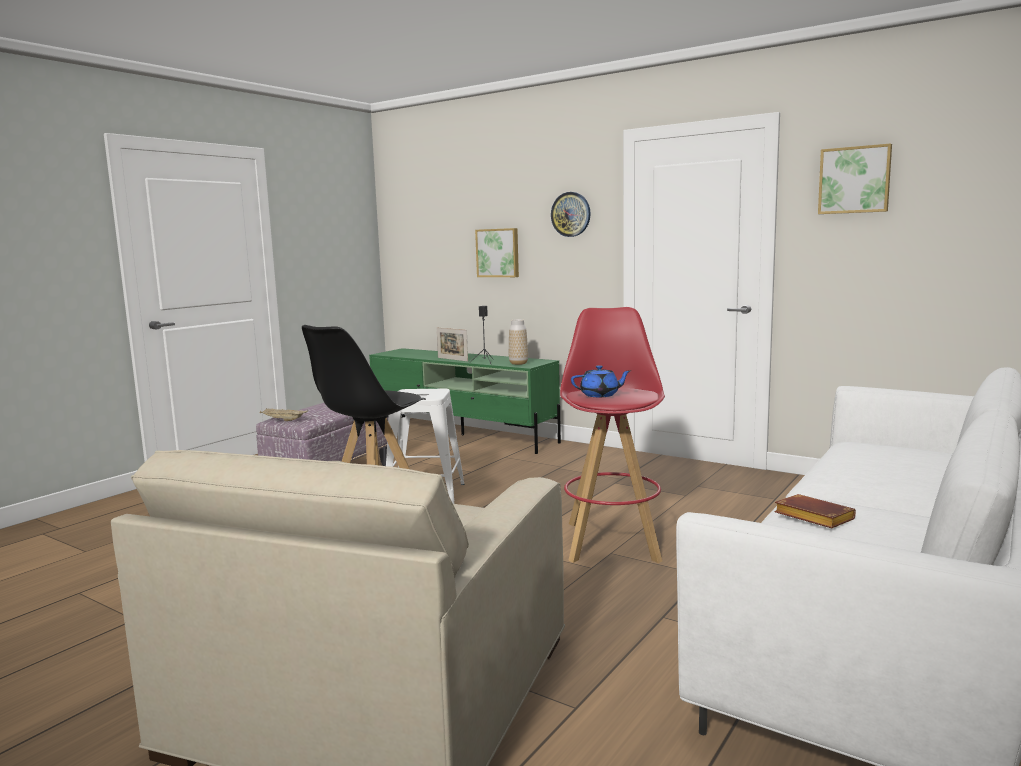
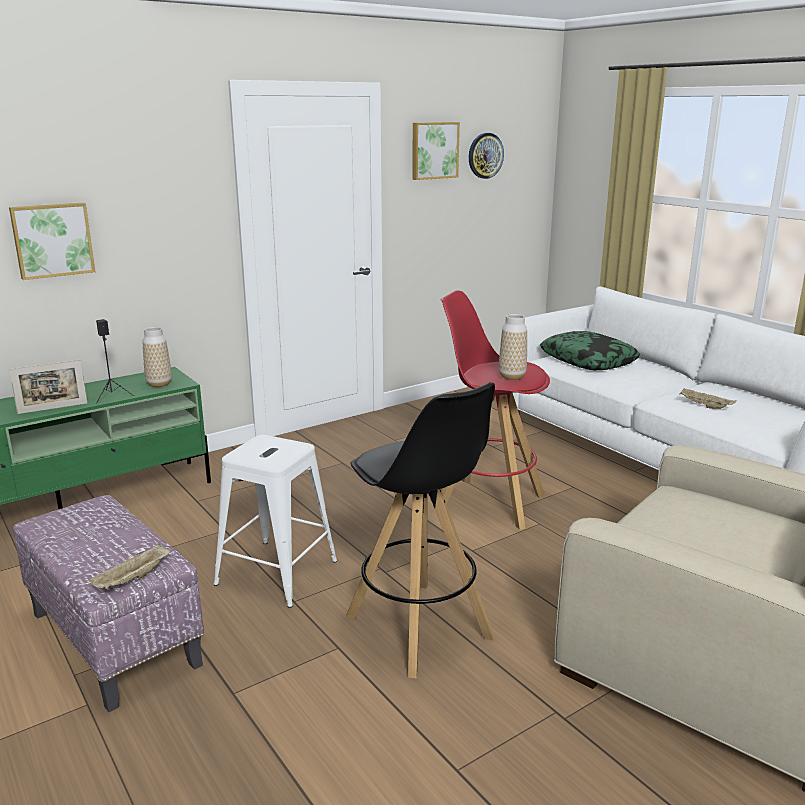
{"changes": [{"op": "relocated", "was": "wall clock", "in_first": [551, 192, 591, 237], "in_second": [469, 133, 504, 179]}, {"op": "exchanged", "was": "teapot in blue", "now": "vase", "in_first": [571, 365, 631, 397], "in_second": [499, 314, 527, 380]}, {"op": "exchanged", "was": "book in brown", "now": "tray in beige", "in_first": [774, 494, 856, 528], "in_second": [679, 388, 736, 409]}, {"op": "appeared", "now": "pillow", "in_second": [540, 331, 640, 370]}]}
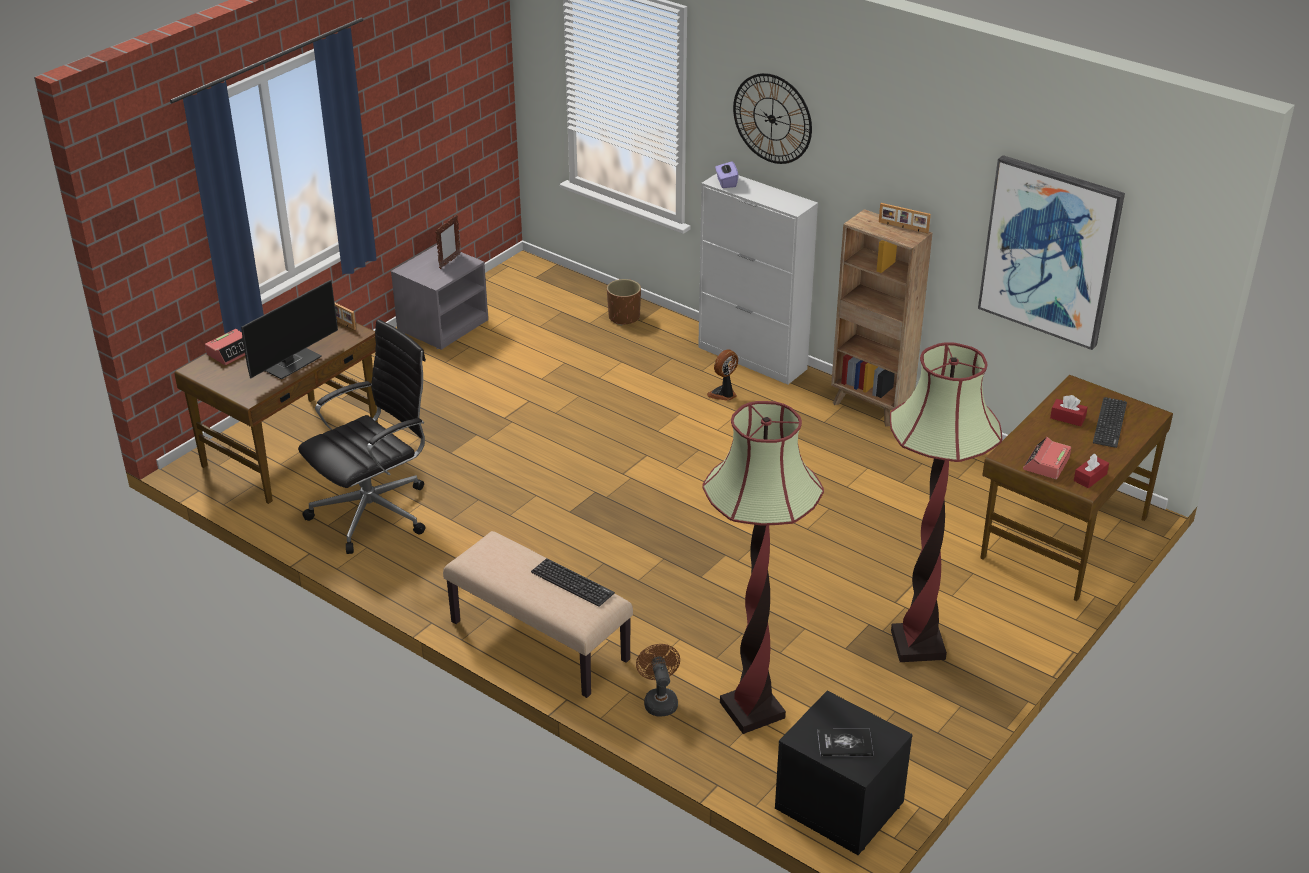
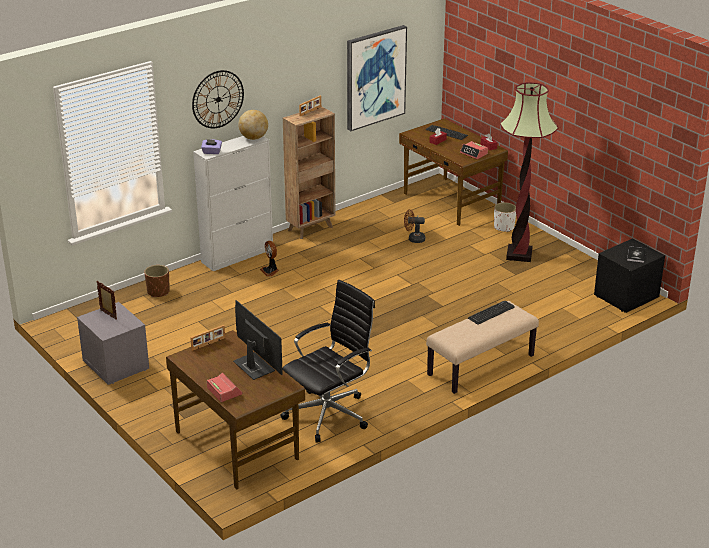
{"changes": [{"op": "spun", "was": "office chair in black", "in_first": [298, 319, 426, 554], "in_second": [280, 280, 375, 443], "clockwise": 75}, {"op": "missing", "was": "floor lamp", "in_first": [702, 401, 824, 734]}, {"op": "relocated", "was": "fan in brown", "in_first": [636, 644, 680, 717], "in_second": [404, 209, 425, 243]}, {"op": "appeared", "now": "globe", "in_second": [238, 110, 268, 140]}, {"op": "appeared", "now": "planter in white", "in_second": [494, 202, 516, 232]}]}
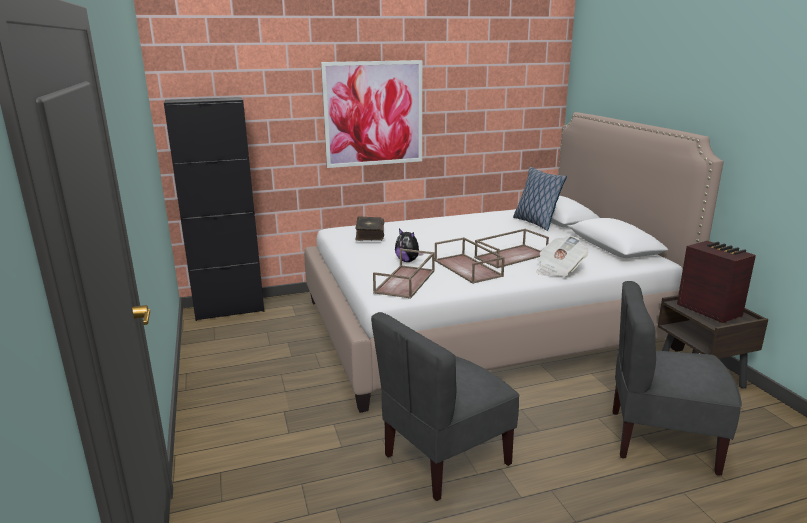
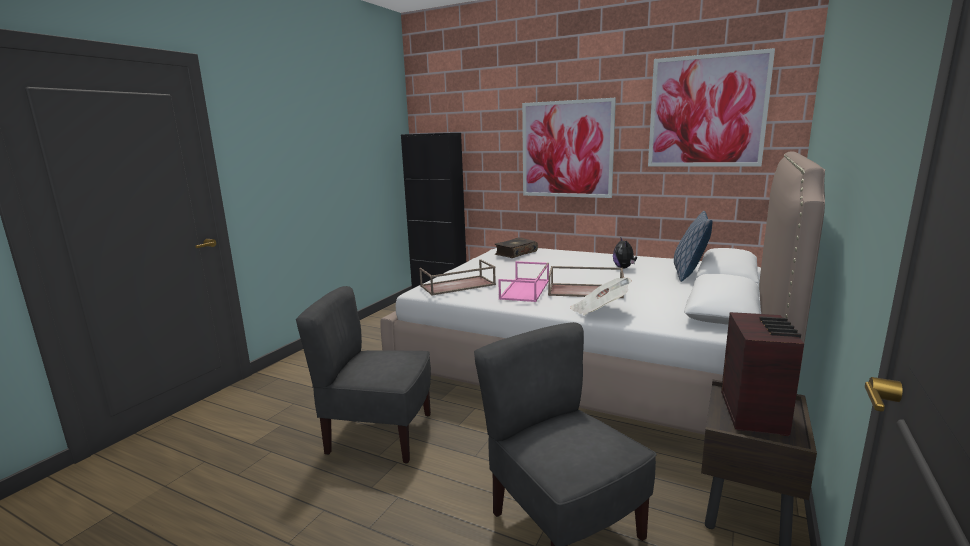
{"changes": [{"op": "relocated", "was": "plush toy", "in_first": [395, 229, 423, 262], "in_second": [613, 237, 637, 268]}, {"op": "colour", "was": "tray in brown", "now": "tray in pink", "in_first": [434, 237, 505, 284], "in_second": [498, 261, 549, 302]}, {"op": "appeared", "now": "picture", "in_second": [648, 48, 775, 167]}]}
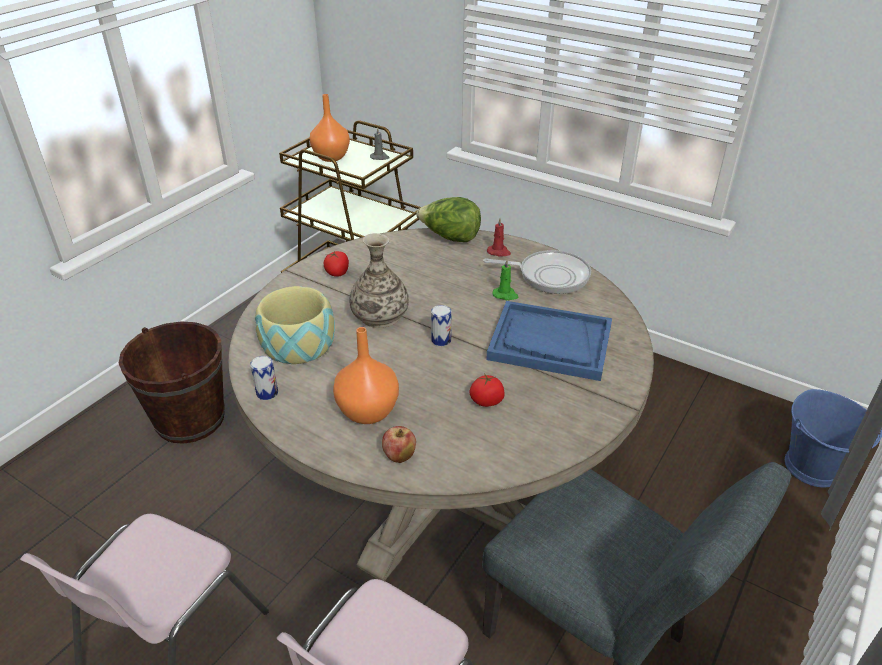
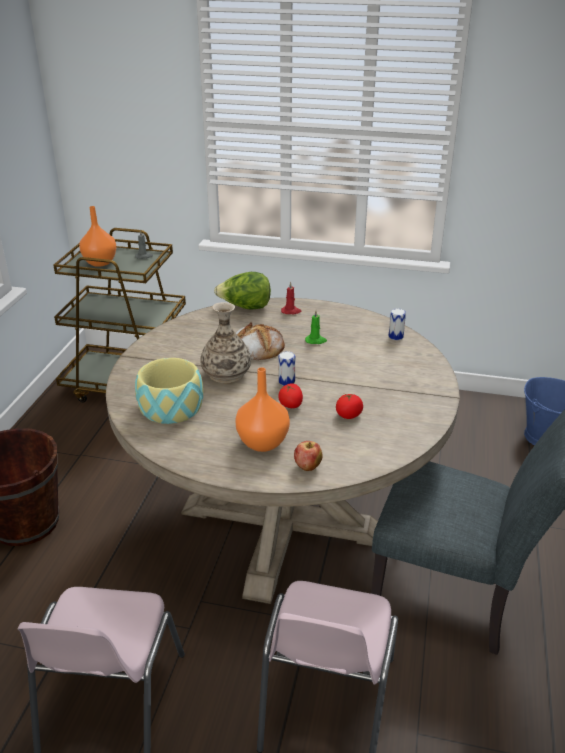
{"changes": [{"op": "missing", "was": "frying pan", "in_first": [483, 250, 591, 294]}, {"op": "relocated", "was": "tomato", "in_first": [324, 251, 349, 277], "in_second": [278, 384, 303, 408]}, {"op": "missing", "was": "tray in blue", "in_first": [486, 301, 612, 381]}, {"op": "relocated", "was": "can", "in_first": [250, 356, 278, 400], "in_second": [389, 309, 406, 340]}, {"op": "appeared", "now": "bread", "in_second": [236, 322, 285, 360]}]}
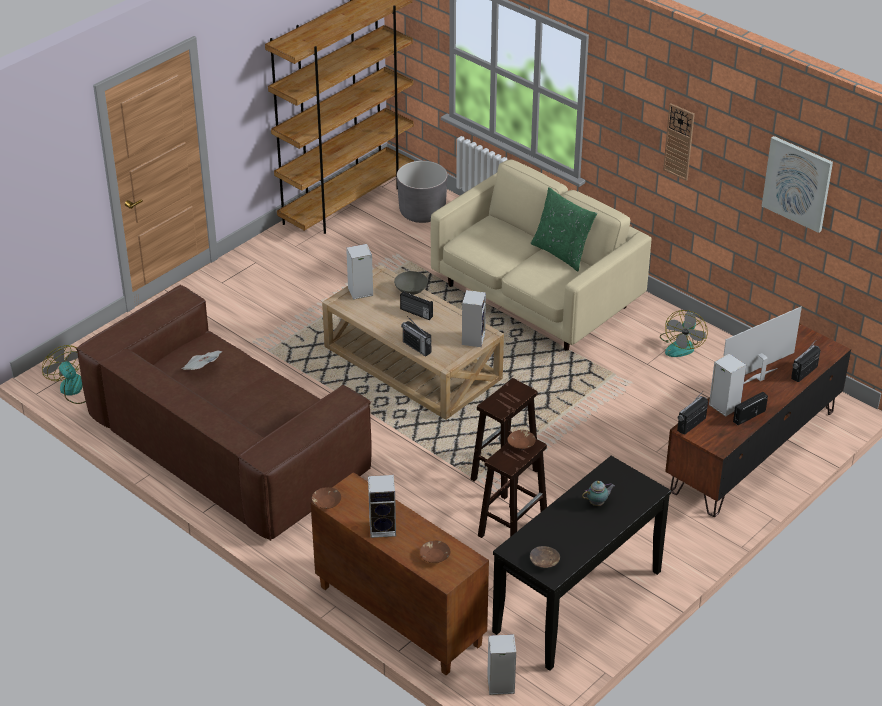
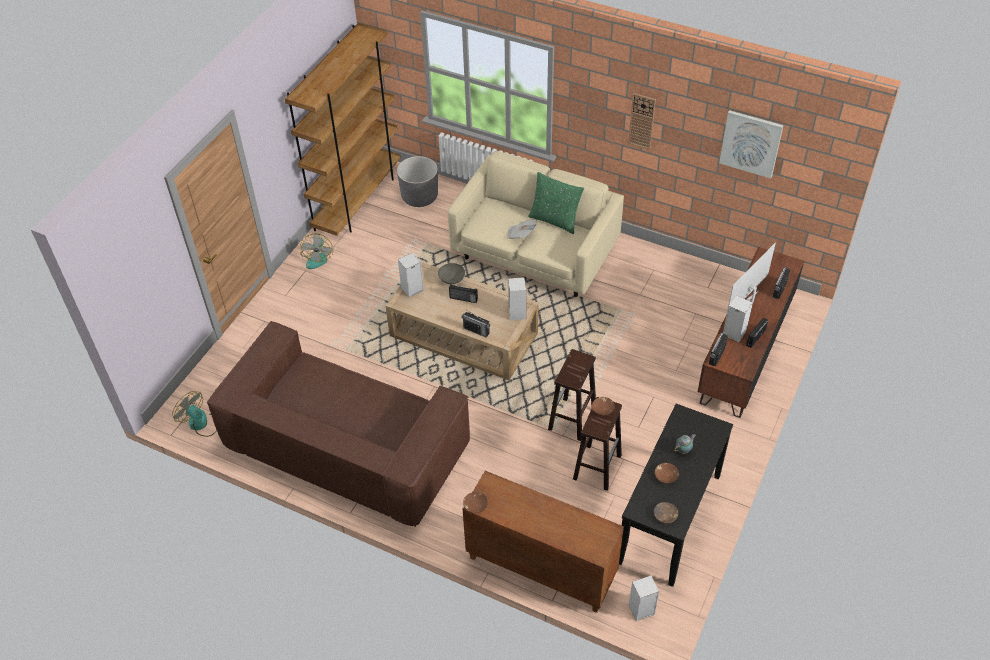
{"changes": [{"op": "relocated", "was": "fan", "in_first": [660, 310, 708, 357], "in_second": [300, 234, 333, 269]}, {"op": "relocated", "was": "newspaper", "in_first": [181, 350, 222, 370], "in_second": [507, 219, 537, 239]}, {"op": "missing", "was": "speaker", "in_first": [368, 475, 396, 538]}, {"op": "relocated", "was": "bowl in brown", "in_first": [420, 541, 450, 563], "in_second": [655, 463, 679, 483]}]}
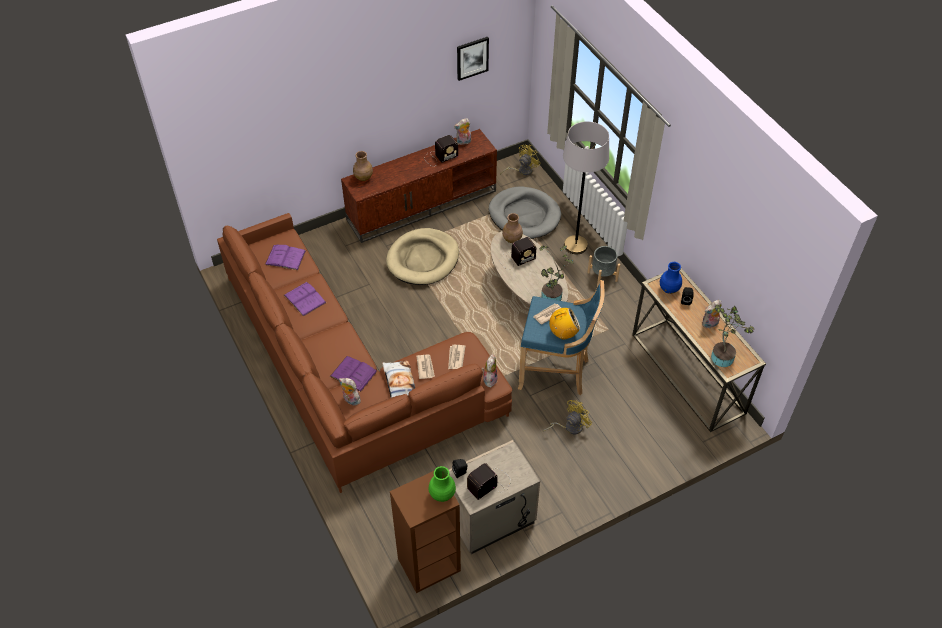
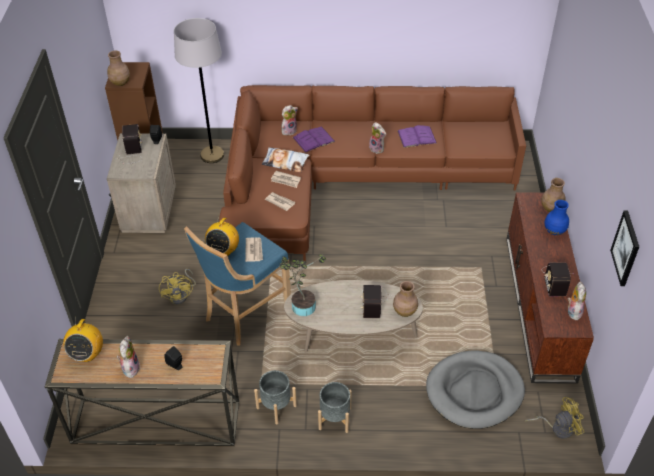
{"changes": [{"op": "relocated", "was": "floor lamp in grey", "in_first": [563, 121, 609, 254], "in_second": [174, 18, 224, 163]}, {"op": "spun", "was": "fan in yellow", "in_first": [500, 144, 540, 175], "in_second": [525, 397, 584, 439], "clockwise": -90}, {"op": "missing", "was": "dog bed in beige", "in_first": [386, 228, 459, 285]}, {"op": "missing", "was": "book in purple", "in_first": [265, 244, 306, 270]}, {"op": "relocated", "was": "vase in blue", "in_first": [660, 262, 682, 294], "in_second": [544, 200, 569, 235]}, {"op": "exchanged", "was": "potted plant", "now": "radio", "in_first": [711, 305, 754, 367], "in_second": [63, 316, 103, 362]}, {"op": "relocated", "was": "plush toy", "in_first": [482, 354, 498, 387], "in_second": [369, 122, 386, 154]}, {"op": "colour", "was": "vase in green", "now": "vase in brown", "in_first": [429, 466, 456, 502], "in_second": [107, 51, 130, 86]}, {"op": "appeared", "now": "planter in grey", "in_second": [254, 370, 297, 424]}]}
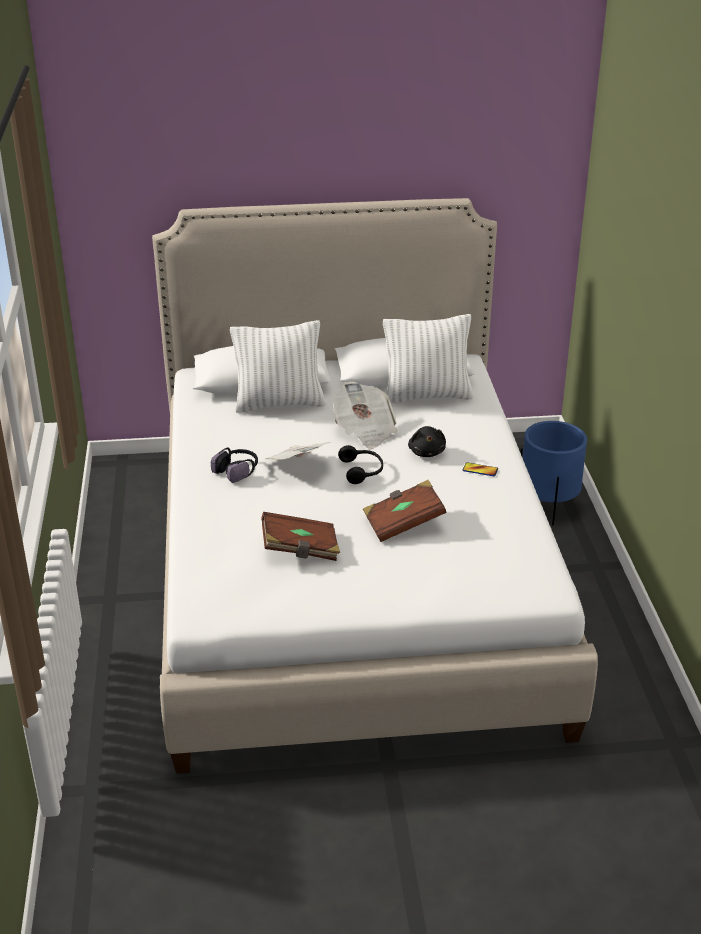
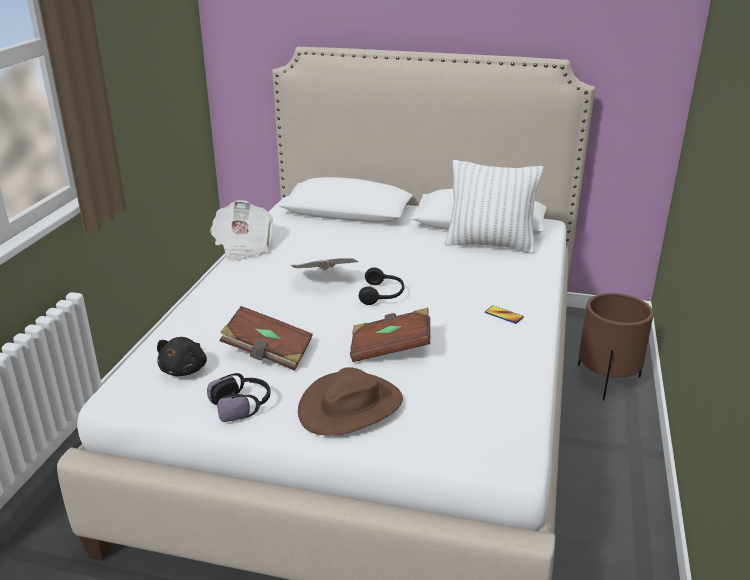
{"changes": [{"op": "missing", "was": "pillow in white", "in_first": [230, 320, 326, 413]}, {"op": "relocated", "was": "newspaper", "in_first": [332, 381, 398, 449], "in_second": [210, 200, 273, 262]}, {"op": "colour", "was": "planter in blue", "now": "planter in brown", "in_first": [521, 421, 587, 526], "in_second": [578, 293, 654, 400]}, {"op": "relocated", "was": "plush toy in black", "in_first": [408, 426, 446, 457], "in_second": [157, 337, 207, 376]}, {"op": "relocated", "was": "headphones", "in_first": [211, 448, 258, 483], "in_second": [207, 373, 271, 422]}, {"op": "appeared", "now": "hat in brown", "in_second": [298, 367, 403, 436]}]}
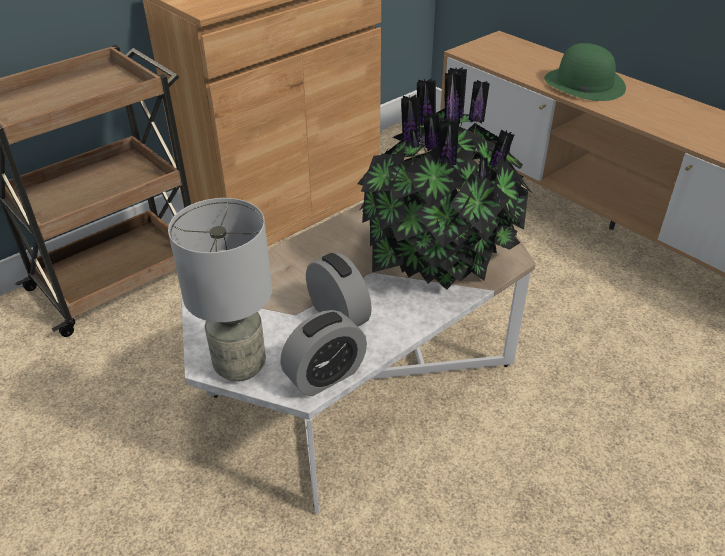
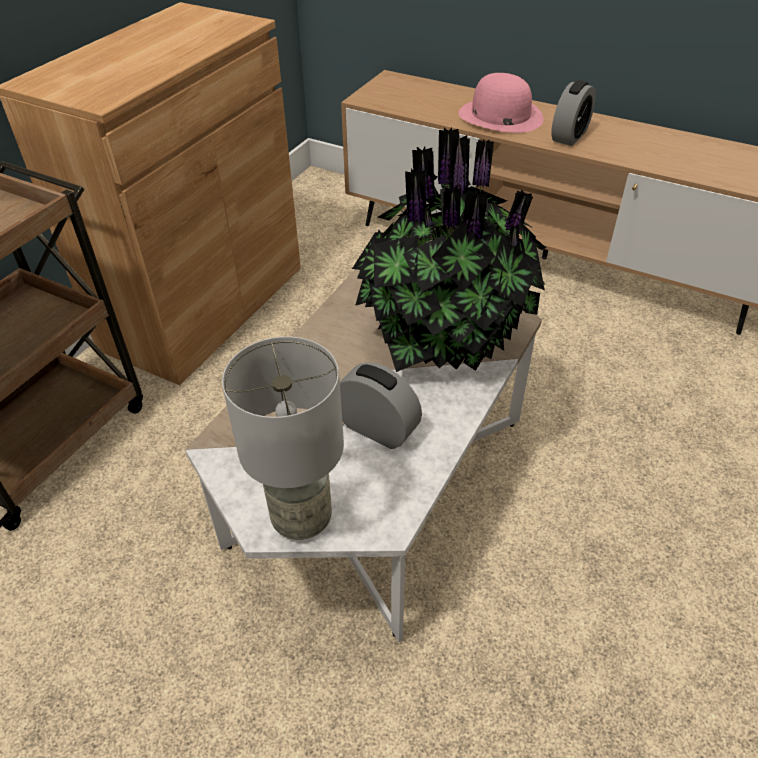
{"changes": [{"op": "colour", "was": "hat in green", "now": "hat in pink", "in_first": [544, 43, 626, 101], "in_second": [459, 73, 544, 133]}, {"op": "relocated", "was": "alarm clock", "in_first": [280, 310, 367, 396], "in_second": [552, 80, 596, 146]}]}
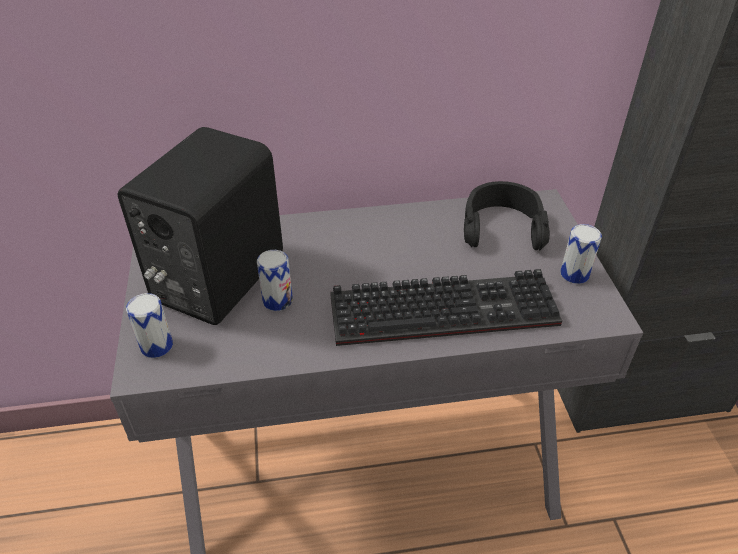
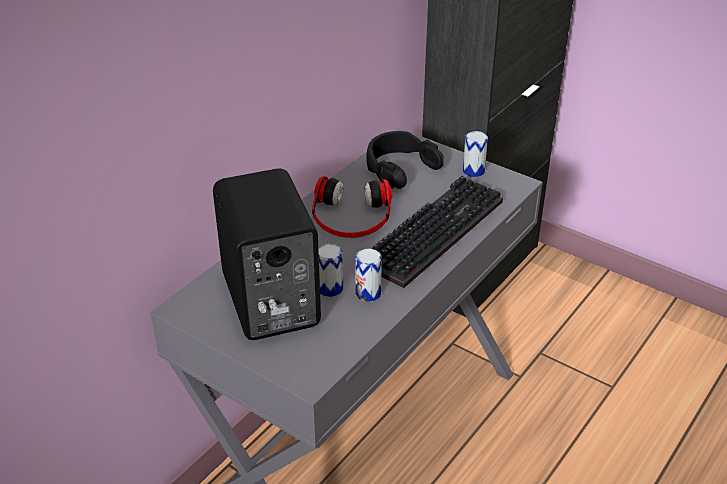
{"changes": [{"op": "relocated", "was": "can", "in_first": [126, 293, 173, 358], "in_second": [355, 249, 382, 302]}, {"op": "appeared", "now": "headphones", "in_second": [312, 176, 392, 238]}]}
